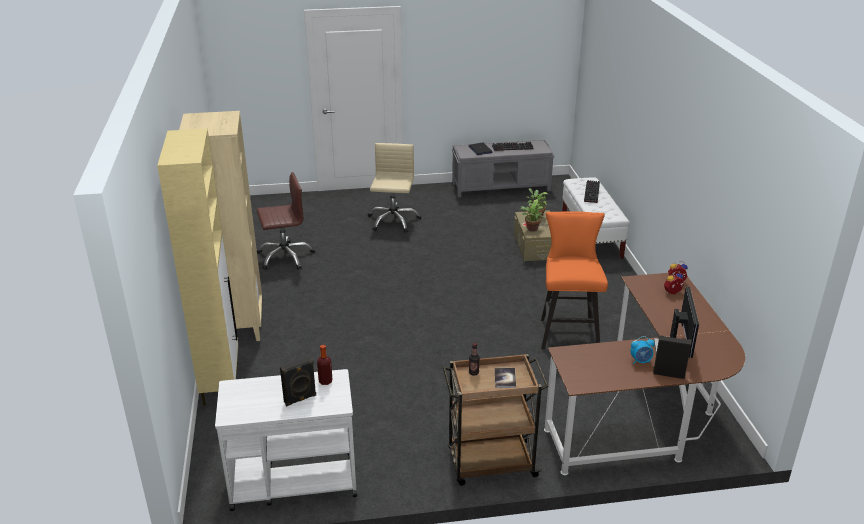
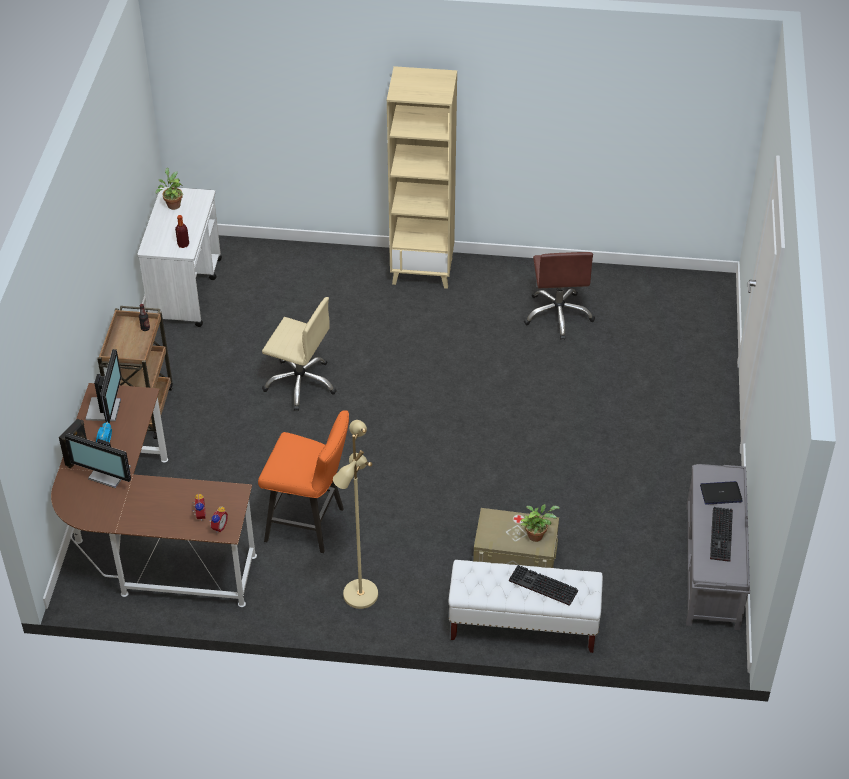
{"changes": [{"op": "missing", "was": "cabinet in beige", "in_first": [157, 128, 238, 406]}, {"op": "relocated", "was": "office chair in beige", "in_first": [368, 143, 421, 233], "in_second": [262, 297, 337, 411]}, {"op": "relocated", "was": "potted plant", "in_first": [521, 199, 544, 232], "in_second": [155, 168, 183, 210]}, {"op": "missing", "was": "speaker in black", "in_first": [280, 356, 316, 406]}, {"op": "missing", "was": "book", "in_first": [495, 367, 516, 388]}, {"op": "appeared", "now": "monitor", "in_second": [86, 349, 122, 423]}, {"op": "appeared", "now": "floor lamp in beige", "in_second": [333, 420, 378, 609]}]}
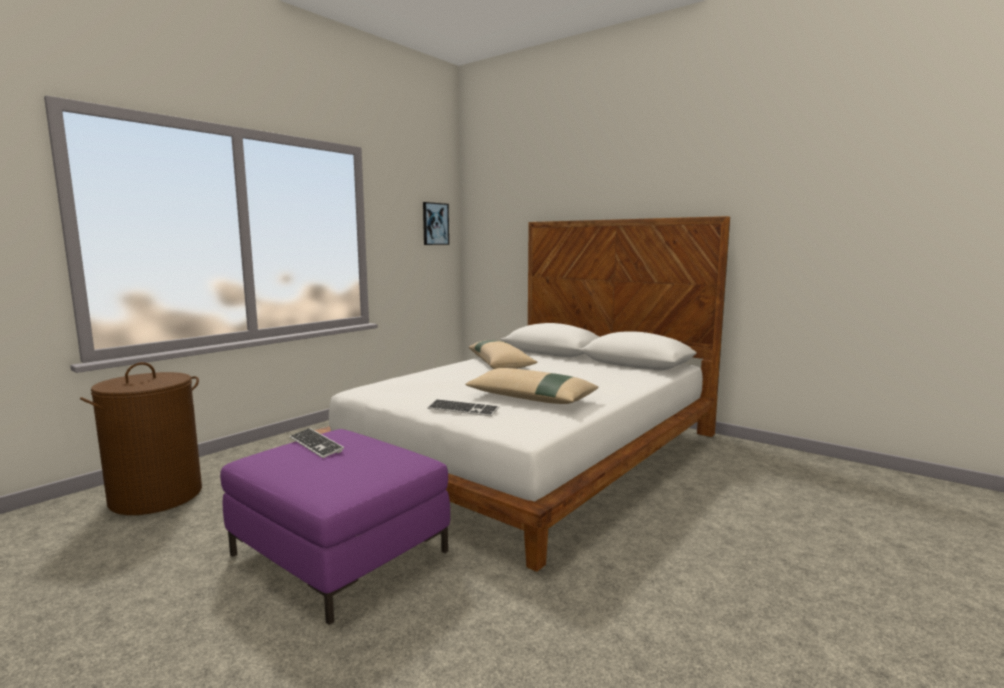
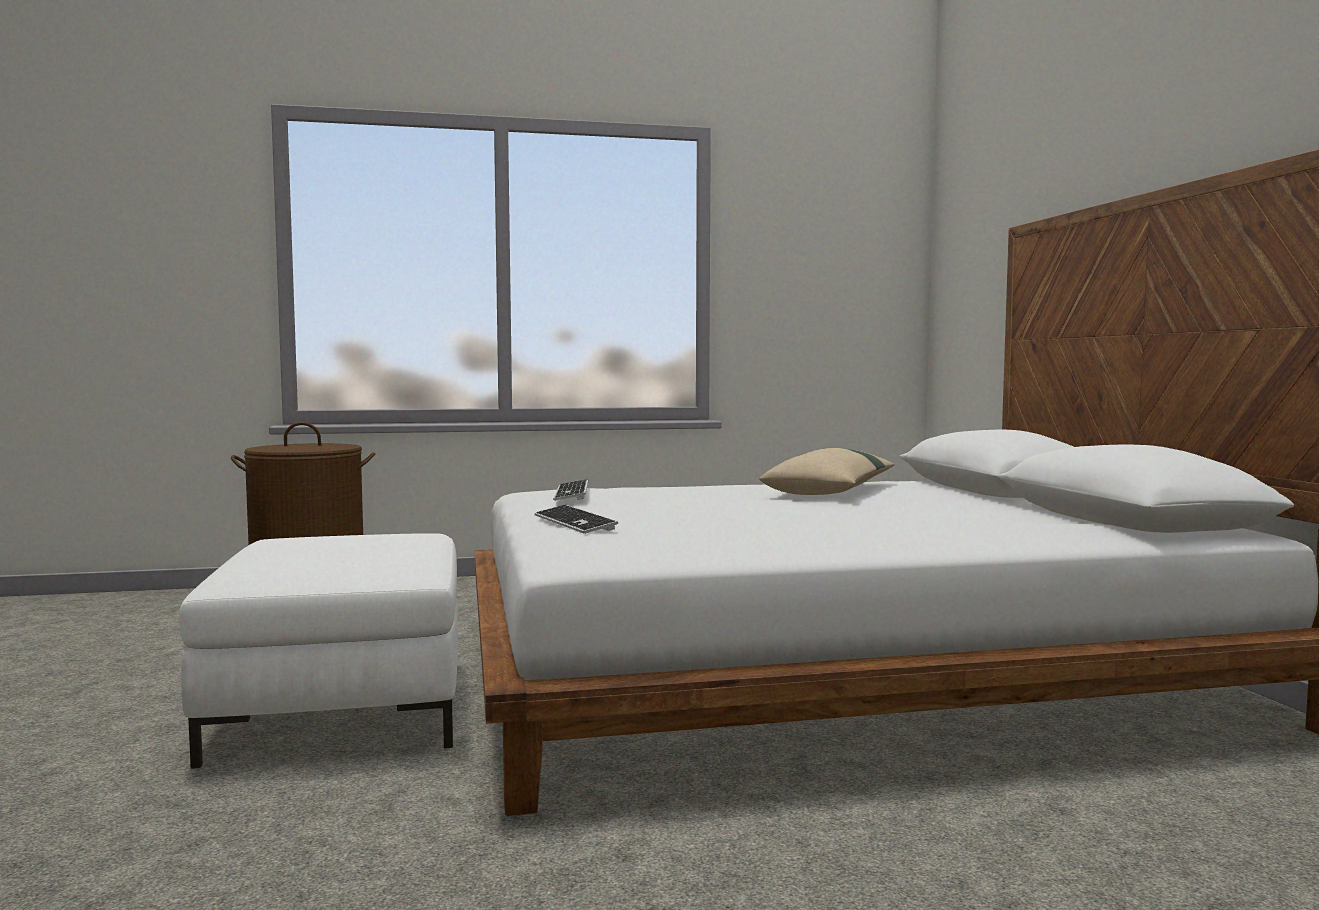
{"changes": [{"op": "missing", "was": "picture", "in_first": [423, 202, 449, 245]}, {"op": "missing", "was": "pillow in beige", "in_first": [465, 368, 598, 404]}, {"op": "relocated", "was": "keyboard", "in_first": [290, 428, 344, 458], "in_second": [553, 480, 589, 501]}, {"op": "colour", "was": "ottoman in purple", "now": "ottoman in white", "in_first": [220, 429, 450, 625], "in_second": [179, 533, 458, 769]}]}
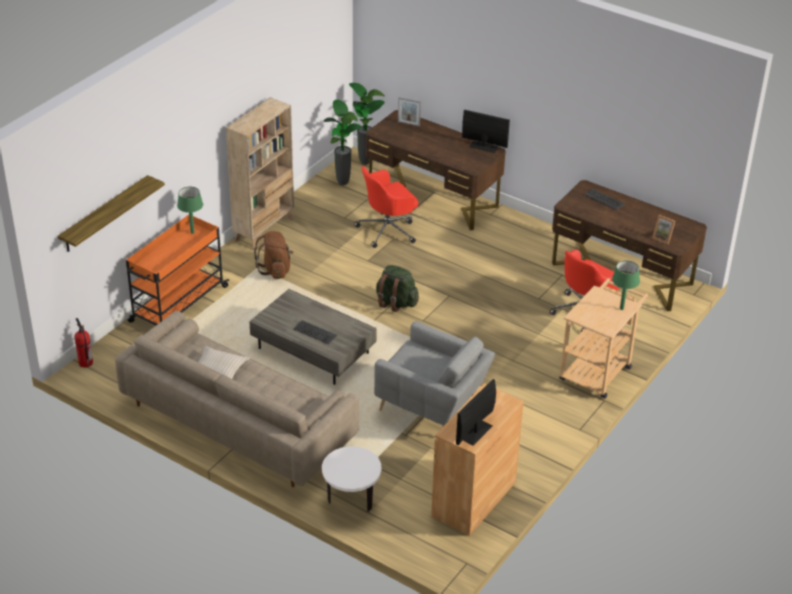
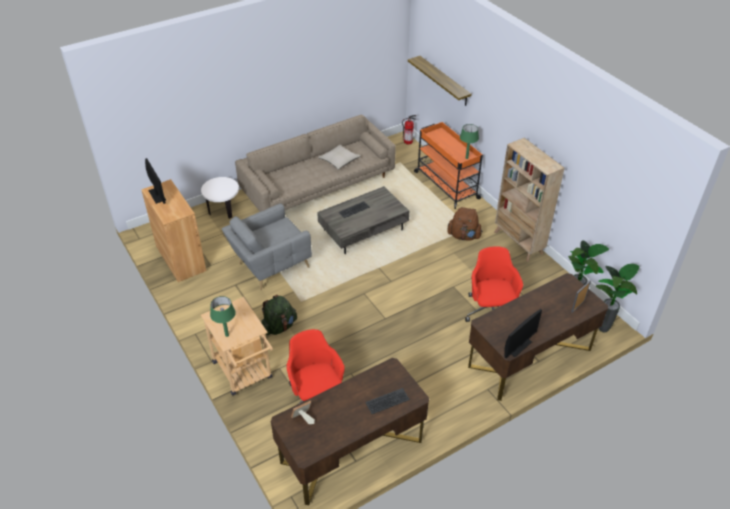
{"changes": [{"op": "relocated", "was": "backpack in green", "in_first": [376, 265, 419, 312], "in_second": [261, 295, 297, 335]}]}
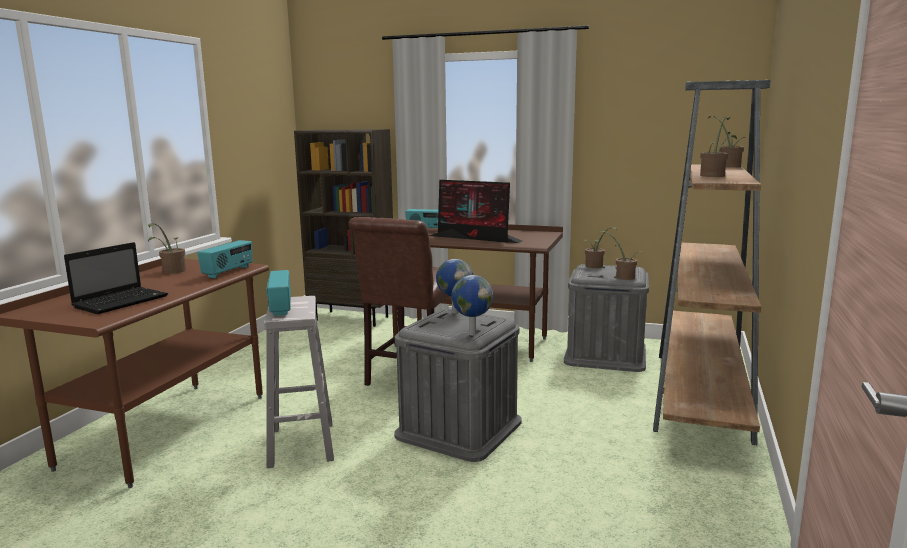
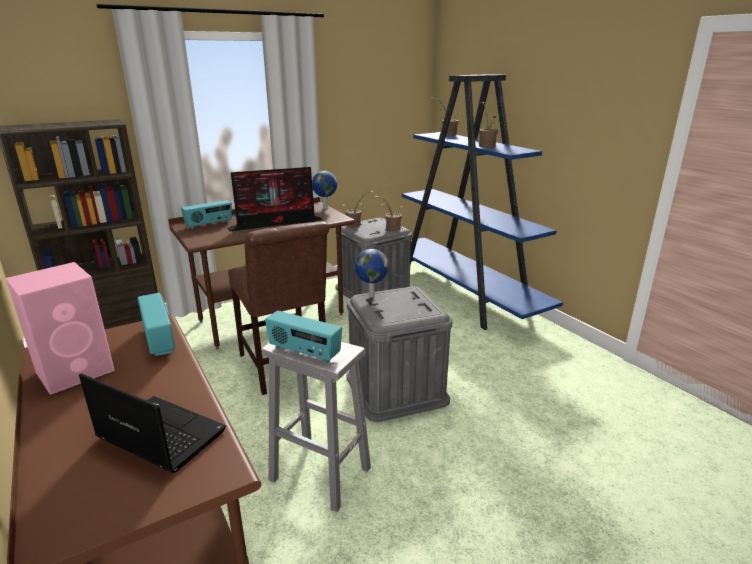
{"changes": [{"op": "colour", "was": "bookcase in brown", "now": "bookcase in blue", "in_first": [653, 80, 771, 445], "in_second": [402, 74, 563, 330]}, {"op": "exchanged", "was": "potted plant", "now": "speaker in pink", "in_first": [148, 223, 186, 274], "in_second": [5, 262, 115, 395]}, {"op": "spun", "was": "laptop", "in_first": [64, 242, 168, 314], "in_second": [79, 373, 226, 473], "clockwise": -45}, {"op": "relocated", "was": "globe", "in_first": [451, 275, 493, 336], "in_second": [312, 171, 337, 209]}]}
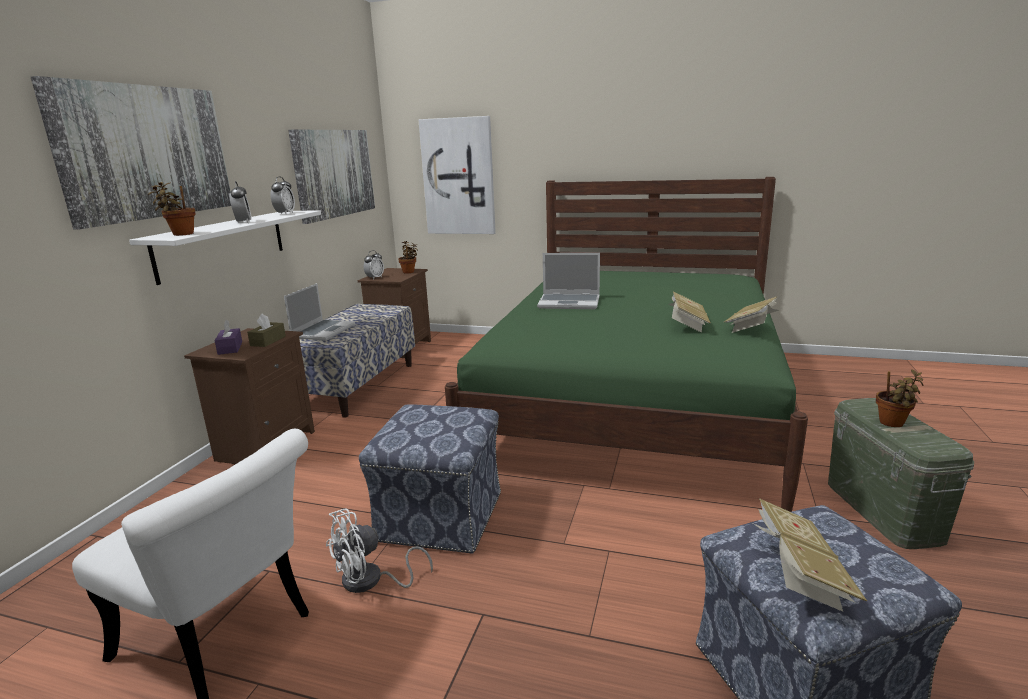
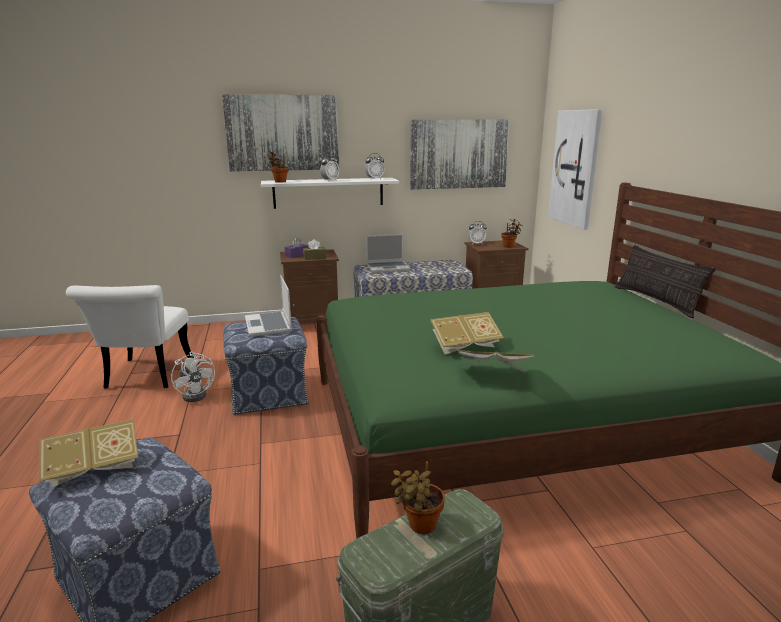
{"changes": [{"op": "relocated", "was": "laptop", "in_first": [537, 253, 600, 309], "in_second": [245, 275, 292, 337]}, {"op": "spun", "was": "fan in white", "in_first": [326, 508, 433, 593], "in_second": [171, 352, 215, 402], "clockwise": -150}, {"op": "appeared", "now": "pillow", "in_second": [615, 244, 716, 318]}]}
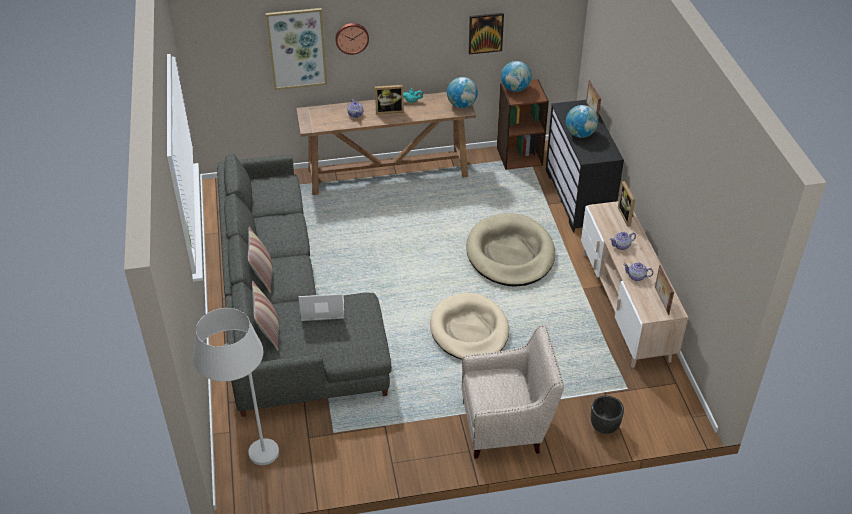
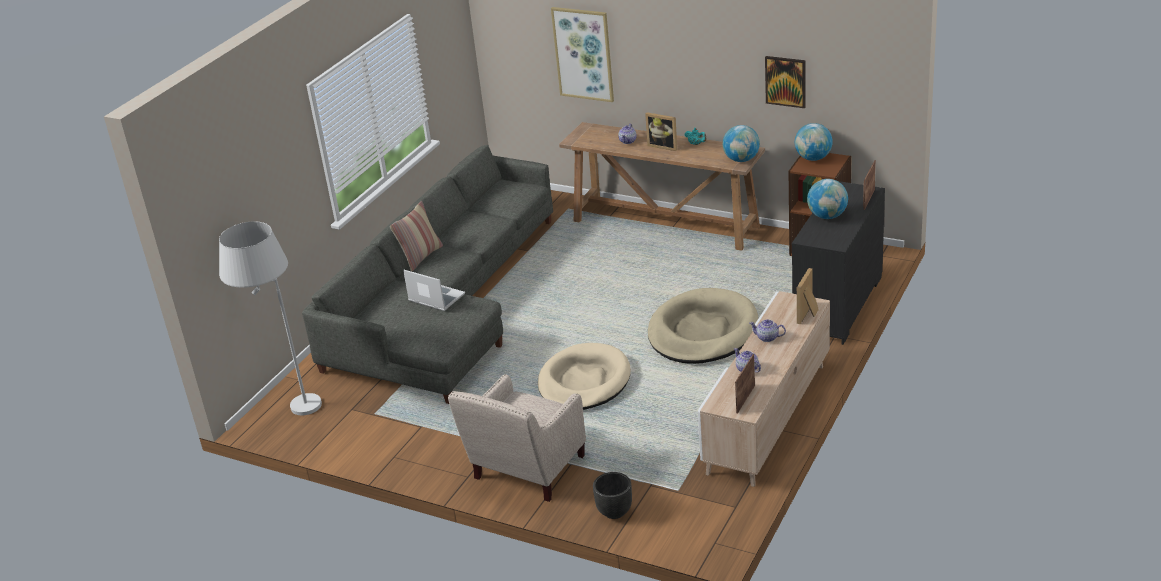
{"changes": [{"op": "missing", "was": "wall clock", "in_first": [335, 23, 369, 55]}, {"op": "missing", "was": "pillow", "in_first": [252, 281, 279, 351]}, {"op": "spun", "was": "armchair in beige", "in_first": [462, 325, 564, 458], "in_second": [448, 374, 586, 502], "clockwise": 90}]}
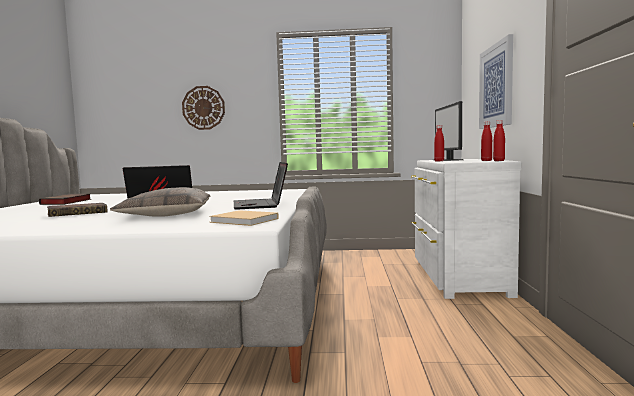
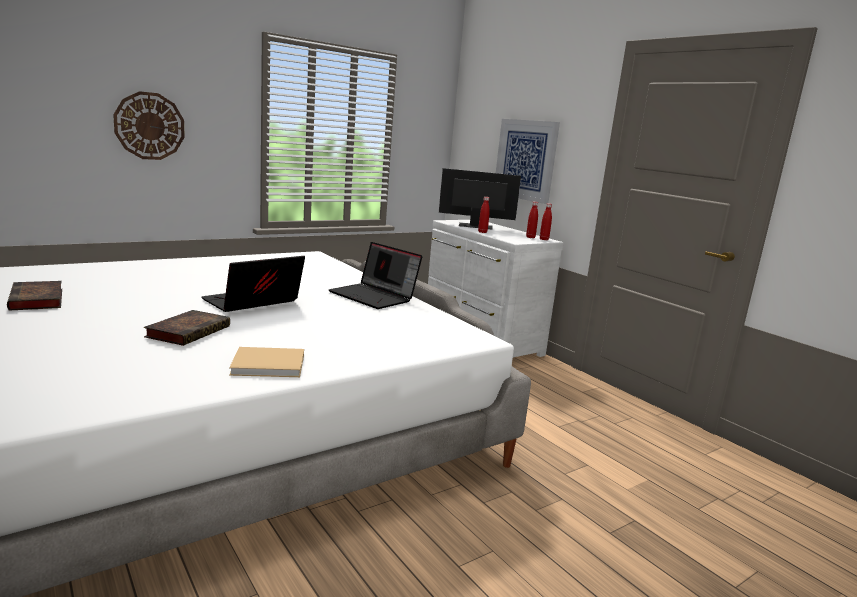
{"changes": [{"op": "spun", "was": "monitor", "in_first": [433, 101, 463, 161], "in_second": [439, 168, 521, 229], "clockwise": 135}, {"op": "missing", "was": "pillow", "in_first": [110, 187, 211, 217]}, {"op": "relocated", "was": "book in beige", "in_first": [209, 210, 279, 226], "in_second": [229, 347, 304, 377]}]}
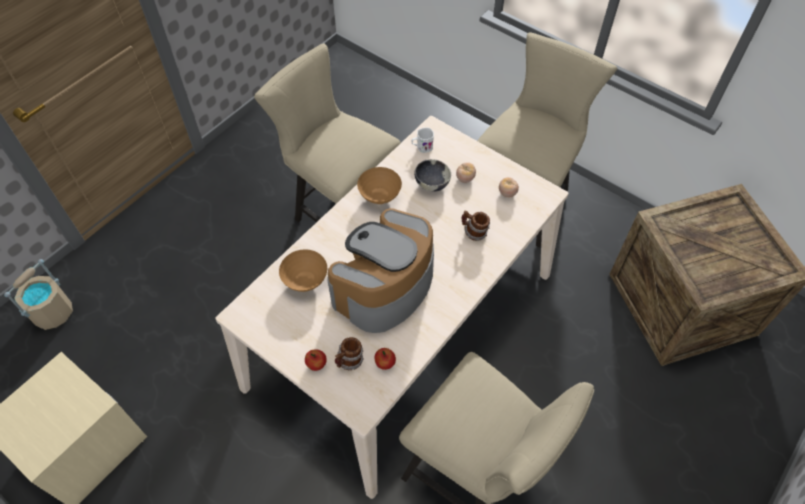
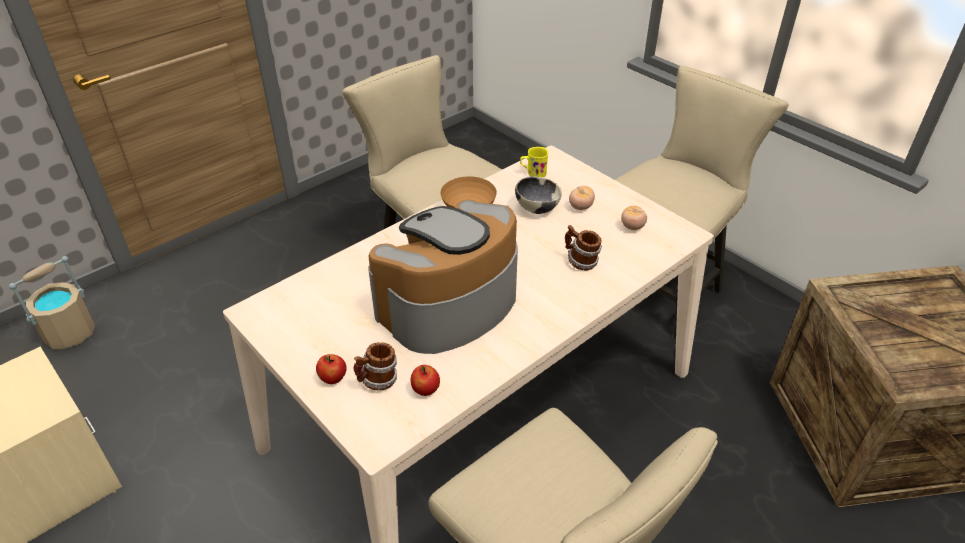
{"changes": [{"op": "colour", "was": "mug in white", "now": "mug in yellow", "in_first": [412, 128, 434, 153], "in_second": [520, 147, 548, 177]}, {"op": "missing", "was": "bowl in brown", "in_first": [279, 249, 327, 292]}]}
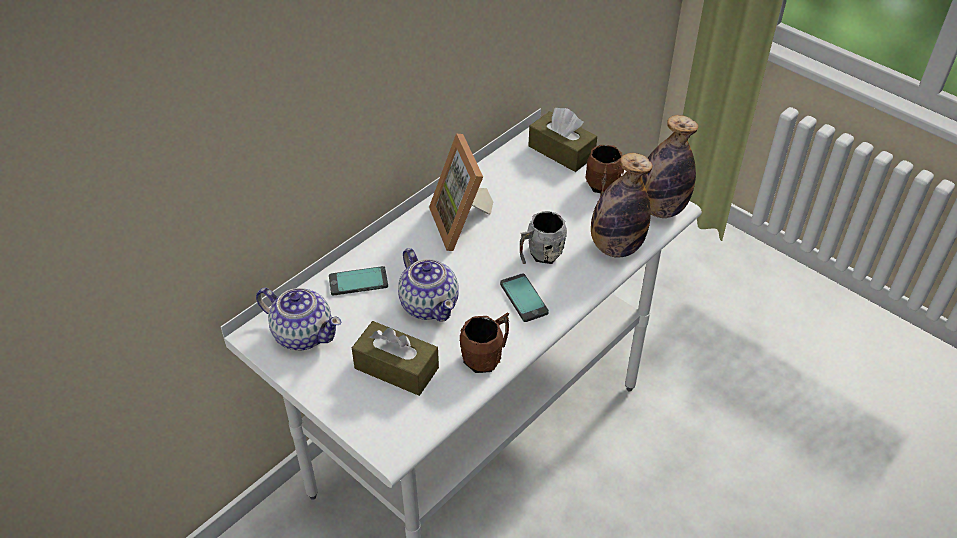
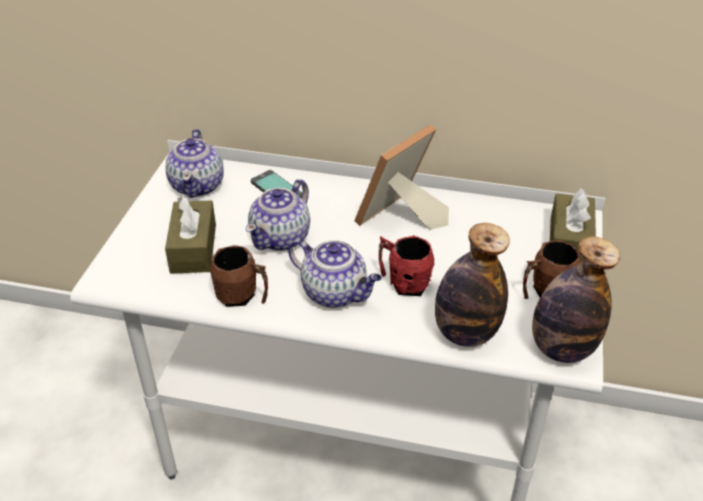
{"changes": [{"op": "colour", "was": "mug in grey", "now": "mug in red", "in_first": [520, 211, 567, 264], "in_second": [379, 235, 435, 296]}, {"op": "exchanged", "was": "phone", "now": "teapot", "in_first": [500, 273, 549, 322], "in_second": [288, 238, 382, 308]}]}
